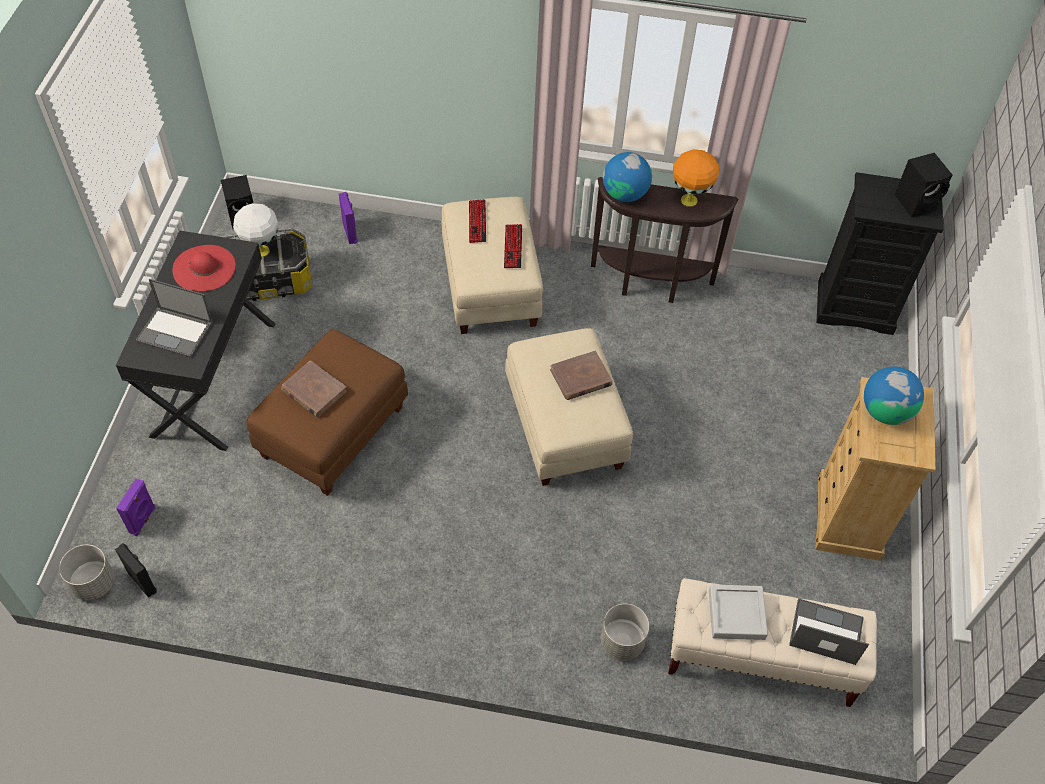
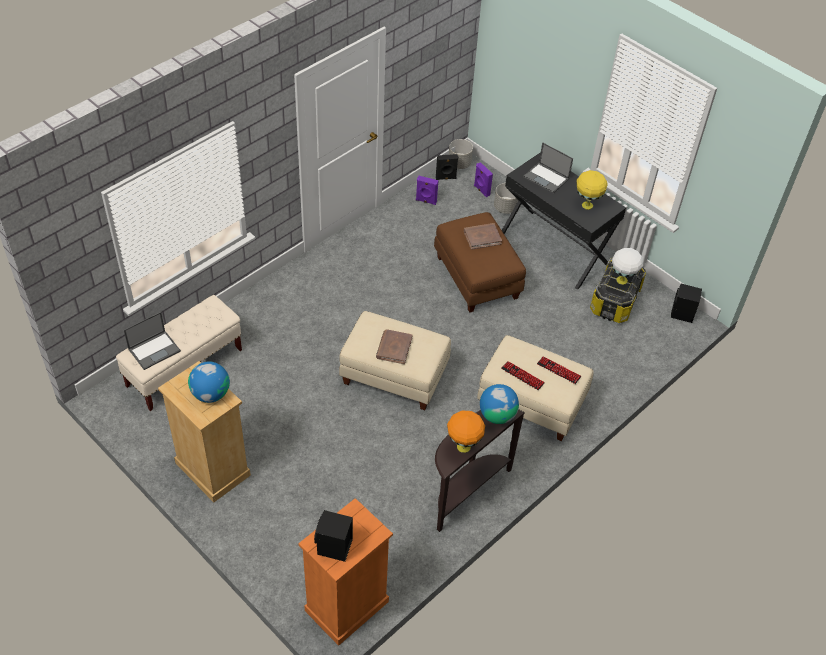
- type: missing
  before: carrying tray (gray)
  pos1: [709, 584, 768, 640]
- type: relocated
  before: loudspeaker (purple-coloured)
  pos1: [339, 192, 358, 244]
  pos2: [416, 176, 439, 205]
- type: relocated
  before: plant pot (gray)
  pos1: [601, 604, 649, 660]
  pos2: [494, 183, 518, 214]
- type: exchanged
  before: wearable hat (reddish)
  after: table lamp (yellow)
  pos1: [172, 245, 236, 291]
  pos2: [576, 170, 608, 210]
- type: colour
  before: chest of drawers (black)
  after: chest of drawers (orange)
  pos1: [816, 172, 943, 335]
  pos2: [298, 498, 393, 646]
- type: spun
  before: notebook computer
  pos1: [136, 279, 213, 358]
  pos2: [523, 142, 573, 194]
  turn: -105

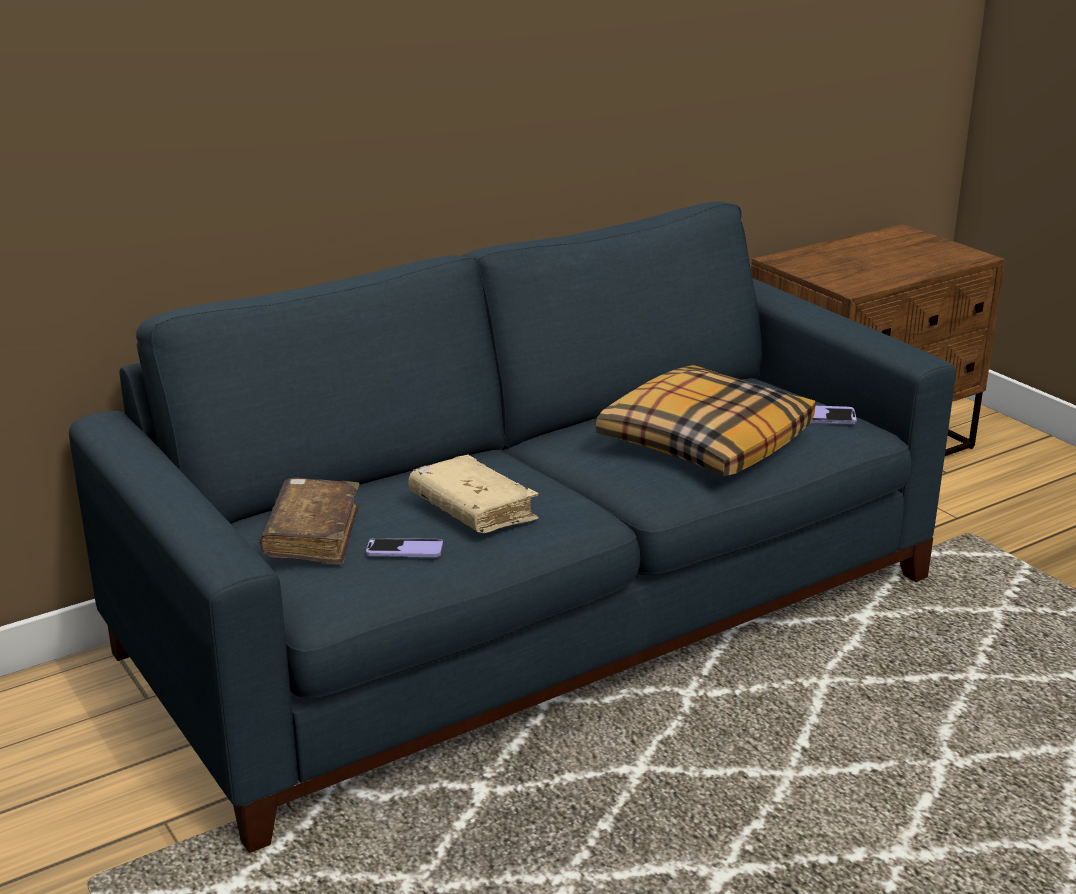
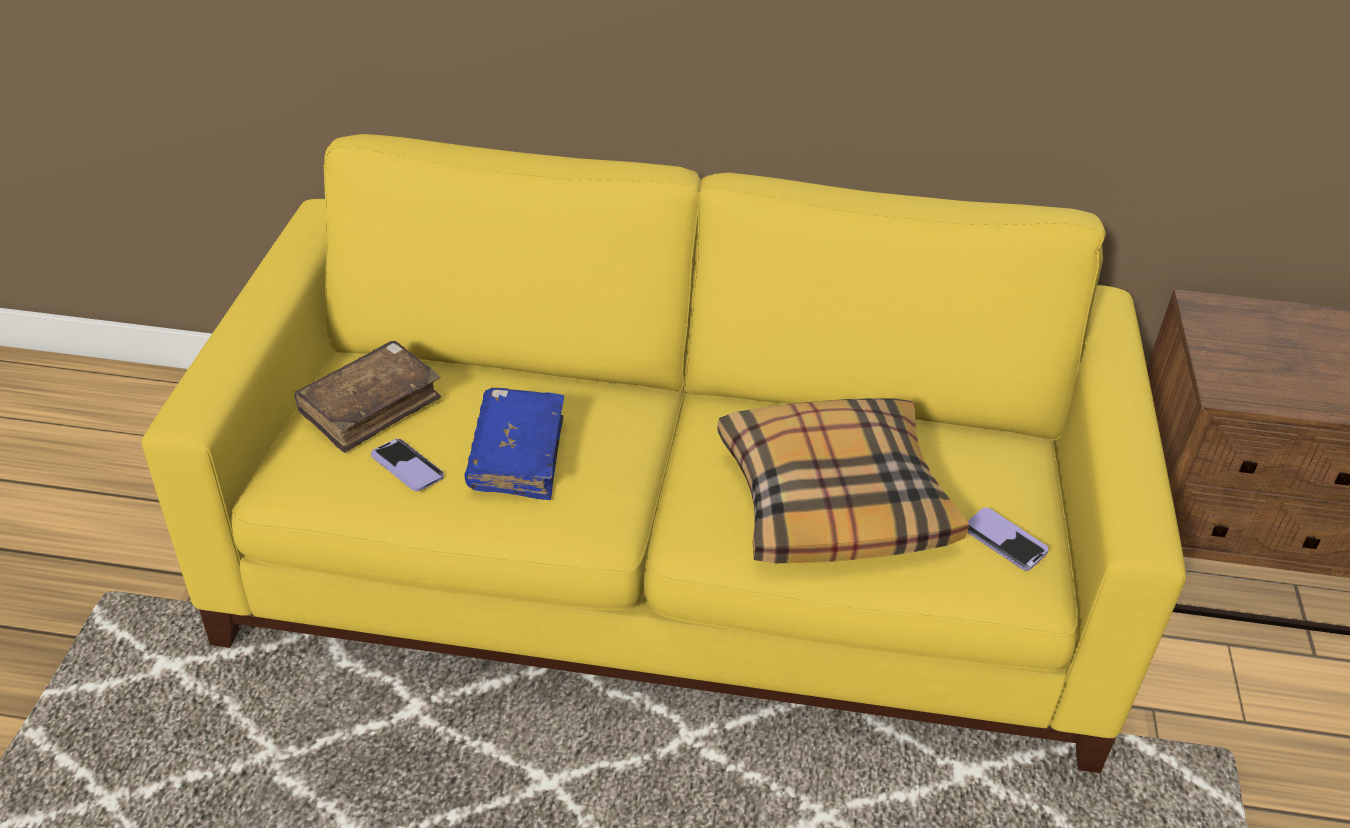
- type: colour
  before: sofa (blue)
  after: sofa (yellow)
  pos1: [69, 201, 955, 853]
  pos2: [142, 134, 1186, 773]
- type: colour
  before: bound book (sand-coloured)
  after: bound book (blue)
  pos1: [408, 455, 539, 533]
  pos2: [464, 388, 564, 500]

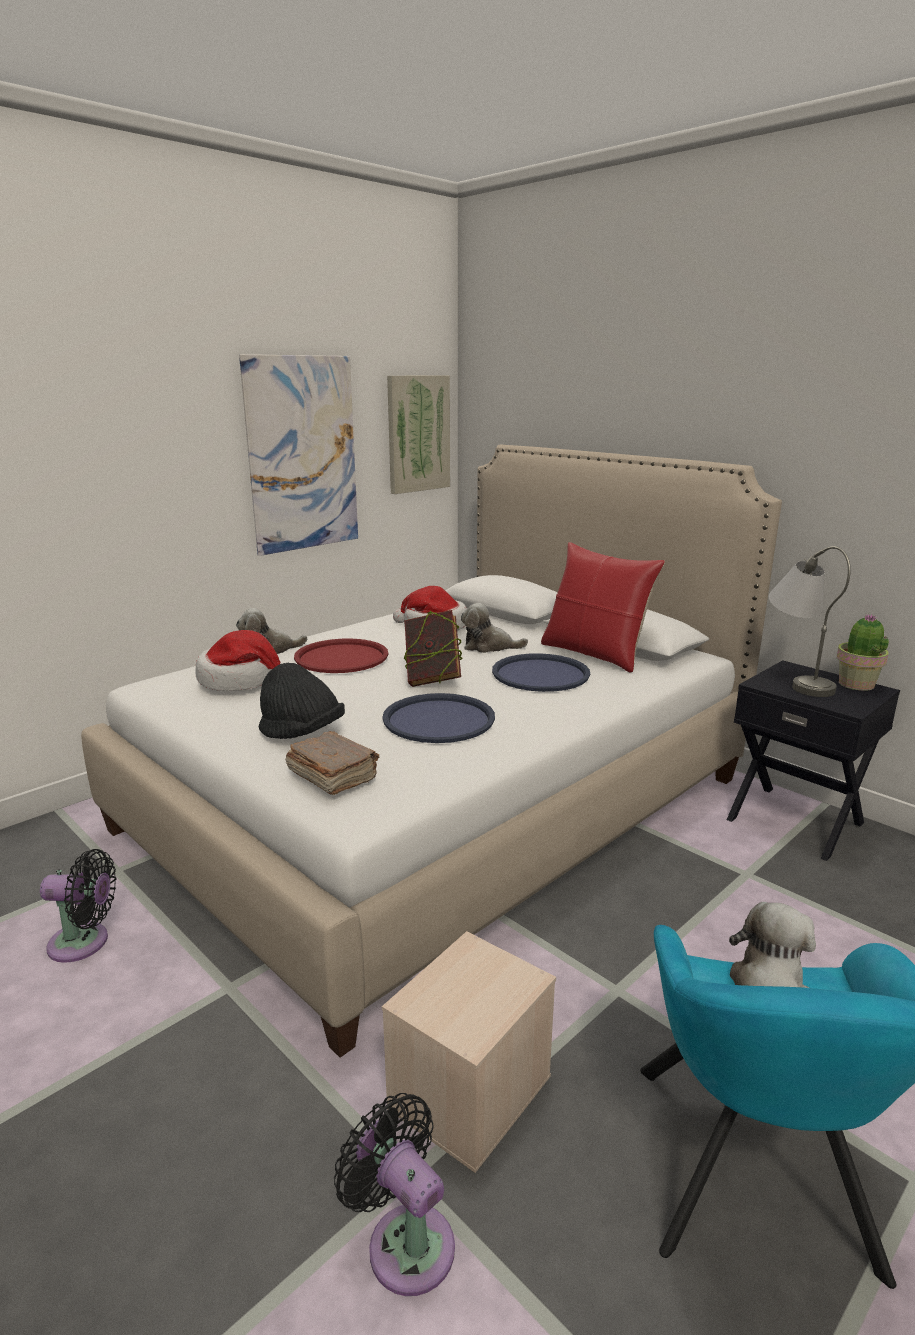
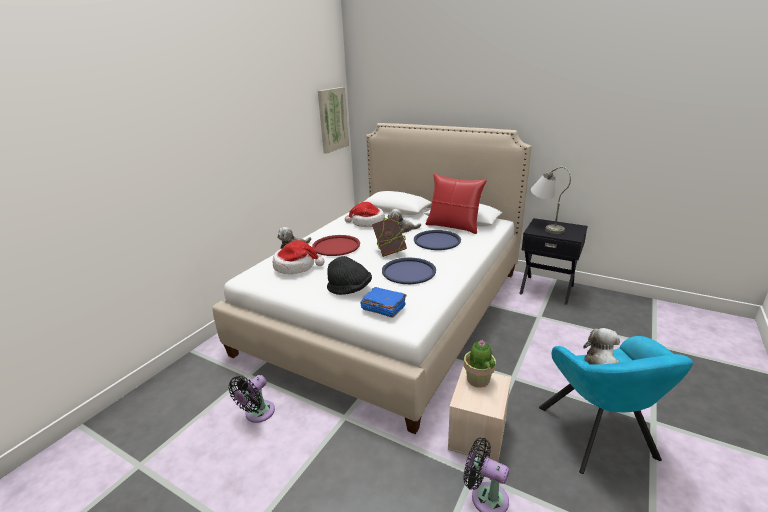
- type: missing
  before: wall art
  pos1: [239, 354, 358, 556]
- type: relocated
  before: plant in a pot
  pos1: [837, 614, 889, 691]
  pos2: [464, 339, 496, 388]
- type: colour
  before: bound book (brownish)
  after: bound book (blue)
  pos1: [285, 731, 379, 795]
  pos2: [361, 287, 407, 318]
- type: spun
  before: cooling fan (black)
  pos1: [40, 849, 116, 963]
  pos2: [228, 375, 275, 423]
  turn: 135

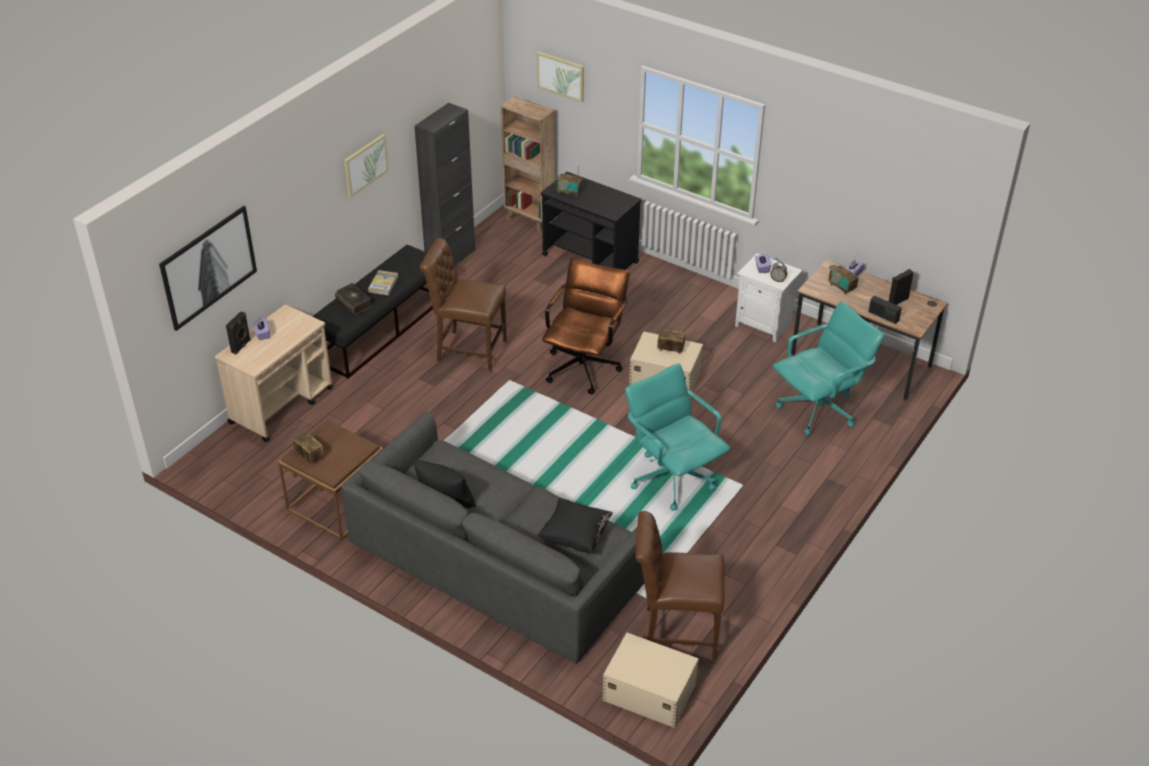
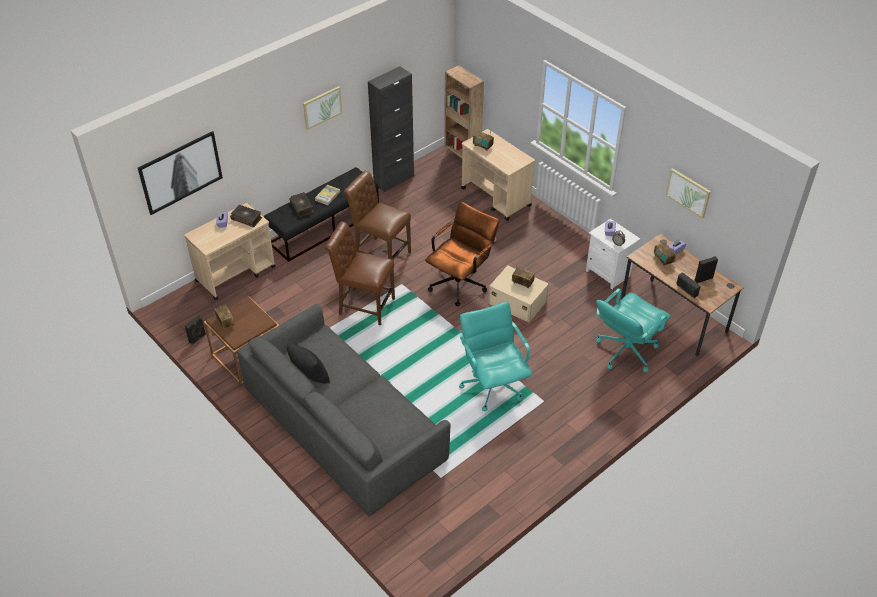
- type: missing
  before: pillow (black)
  pos1: [538, 498, 613, 554]
- type: missing
  before: storage bin (sand-coloured)
  pos1: [602, 633, 699, 728]
- type: appeared
  after: bound book
  pos2: [230, 205, 262, 227]
- type: relocated
  before: loudspeaker (black)
  pos1: [226, 311, 251, 354]
  pos2: [185, 315, 206, 345]
- type: relocated
  before: wall art
  pos1: [537, 51, 584, 102]
  pos2: [665, 168, 711, 219]
- type: relocated
  before: plain chair (brownish)
  pos1: [635, 511, 725, 660]
  pos2: [325, 222, 395, 325]
- type: colour
  before: cart (black)
  after: cart (sand-coloured)
  pos1: [541, 172, 641, 270]
  pos2: [461, 129, 535, 221]
- type: spun
  before: computer chair (turquoise)
  pos1: [773, 301, 884, 435]
  pos2: [596, 288, 671, 372]
  turn: 150

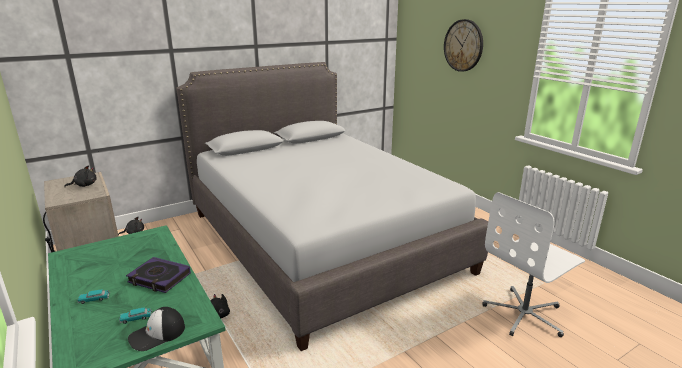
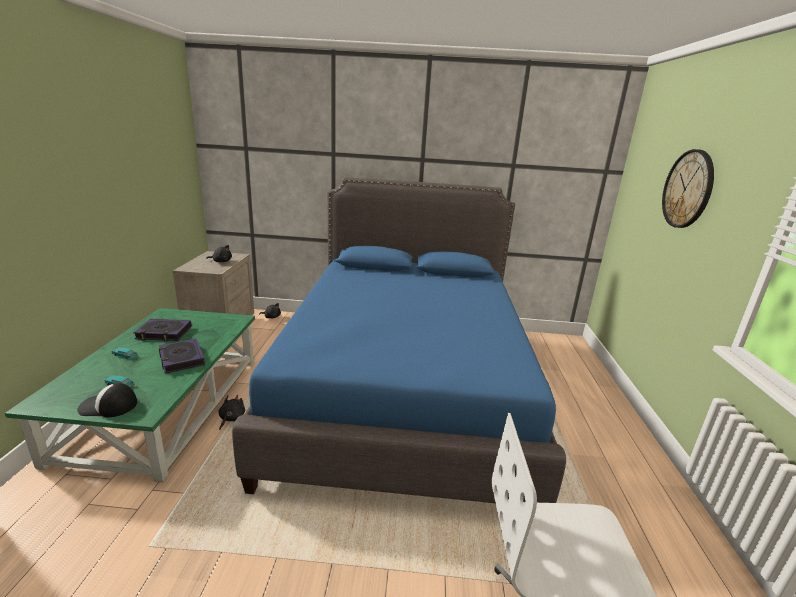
- type: appeared
  after: bound book
  pos2: [134, 319, 192, 342]
- type: colour
  before: bedroom bed (gray)
  after: bedroom bed (blue)
  pos1: [176, 62, 488, 351]
  pos2: [232, 177, 566, 503]

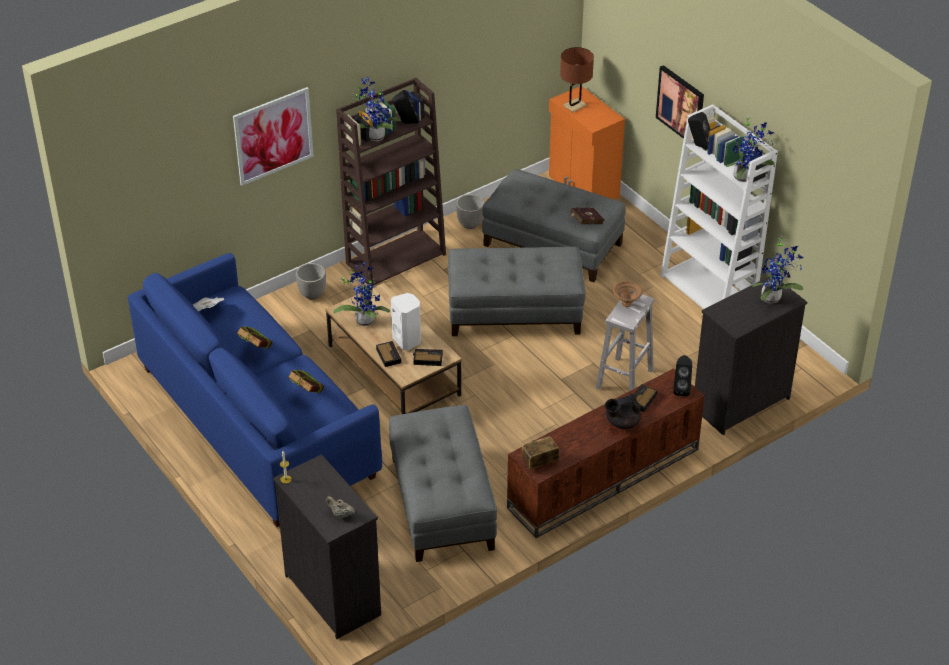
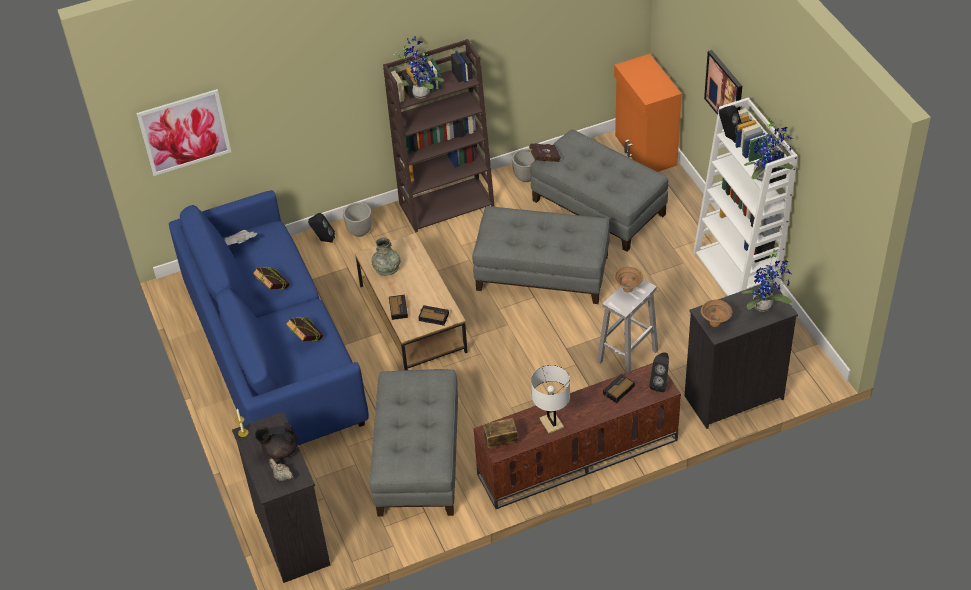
- type: missing
  before: loudspeaker (white)
  pos1: [391, 293, 421, 351]
- type: missing
  before: table lamp (brownish)
  pos1: [560, 47, 594, 112]
- type: appeared
  after: table lamp (white)
  pos2: [531, 365, 570, 434]
- type: appeared
  after: bowl (brownish)
  pos2: [701, 300, 732, 327]
- type: relocated
  before: wall art
  pos1: [233, 87, 314, 186]
  pos2: [136, 89, 231, 176]
- type: relocated
  before: loudspeaker (black)
  pos1: [392, 90, 419, 124]
  pos2: [308, 213, 335, 243]
- type: relocated
  before: bound book (reddish)
  pos1: [570, 207, 604, 224]
  pos2: [527, 143, 561, 162]
- type: relocated
  before: tea pot (black)
  pos1: [605, 393, 641, 429]
  pos2: [255, 423, 298, 459]
- type: exchanged
  before: plant in a pot
  after: vase (gray)
  pos1: [333, 261, 390, 326]
  pos2: [372, 238, 400, 276]

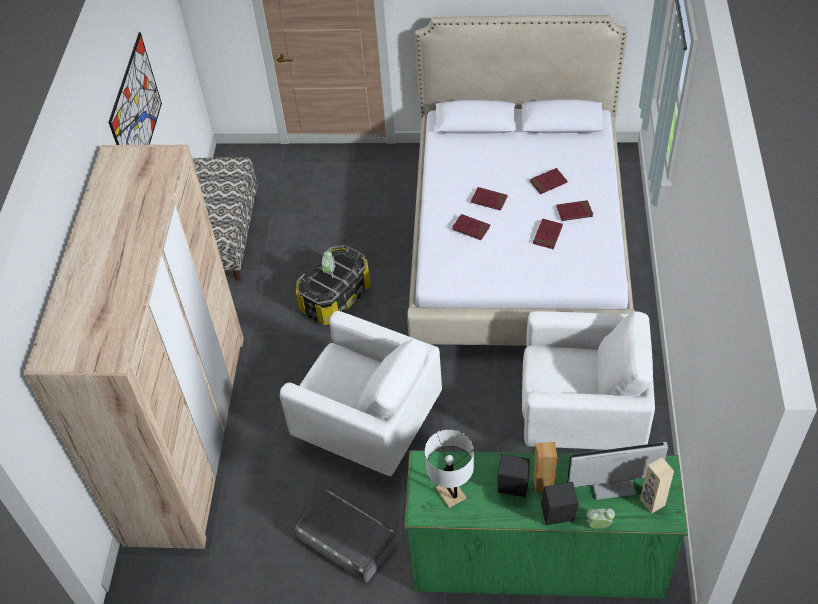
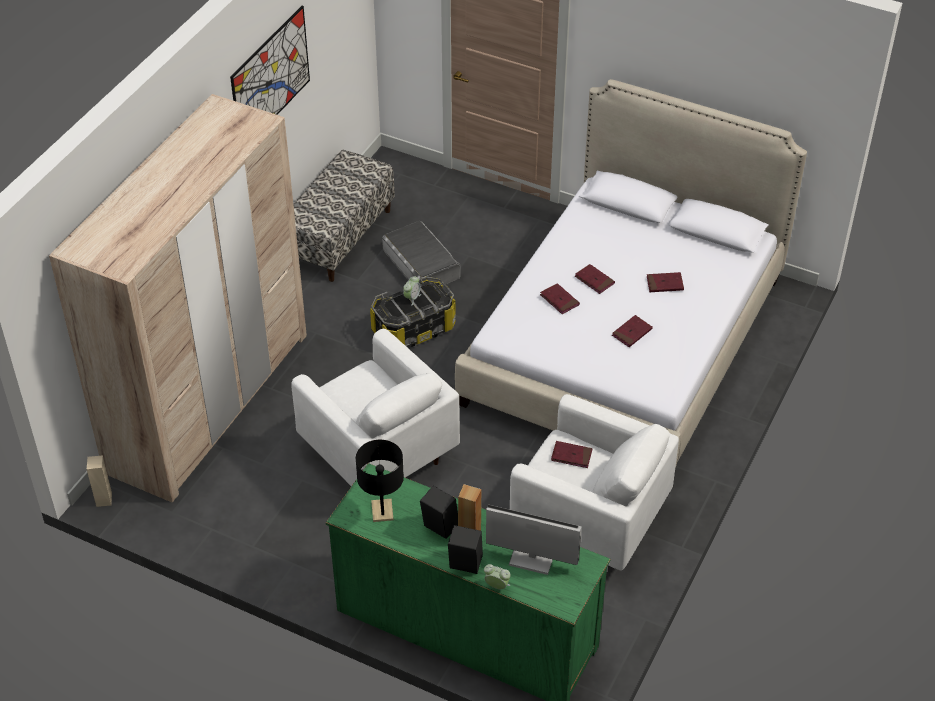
- type: relocated
  before: storage bin (gray)
  pos1: [294, 490, 398, 583]
  pos2: [382, 221, 460, 285]
- type: relocated
  before: bound book (reddish)
  pos1: [556, 200, 593, 221]
  pos2: [551, 441, 593, 468]
- type: relocated
  before: loudspeaker (sand-coloured)
  pos1: [640, 457, 674, 514]
  pos2: [87, 456, 112, 507]
- type: colour
  before: table lamp (white)
  after: table lamp (black)
  pos1: [425, 429, 474, 508]
  pos2: [356, 440, 404, 522]

